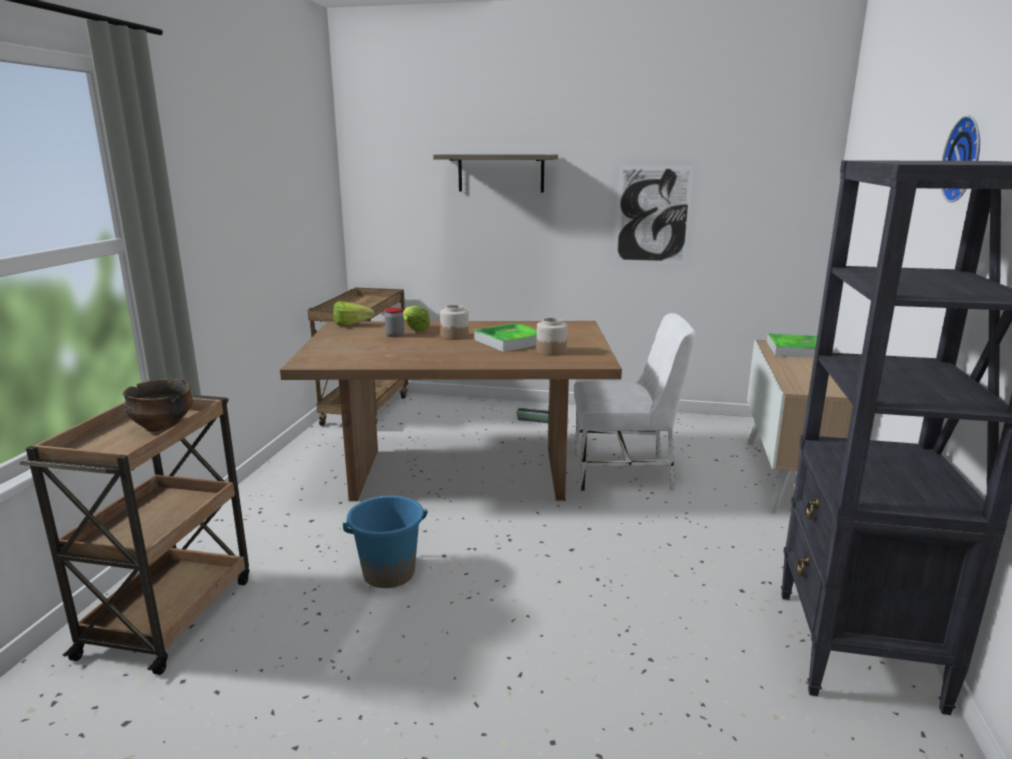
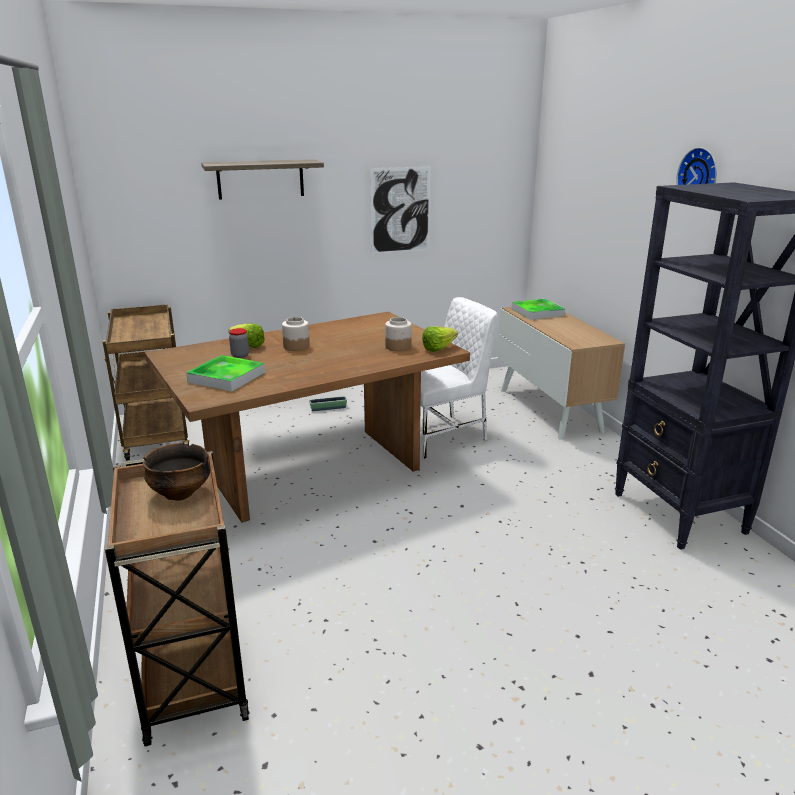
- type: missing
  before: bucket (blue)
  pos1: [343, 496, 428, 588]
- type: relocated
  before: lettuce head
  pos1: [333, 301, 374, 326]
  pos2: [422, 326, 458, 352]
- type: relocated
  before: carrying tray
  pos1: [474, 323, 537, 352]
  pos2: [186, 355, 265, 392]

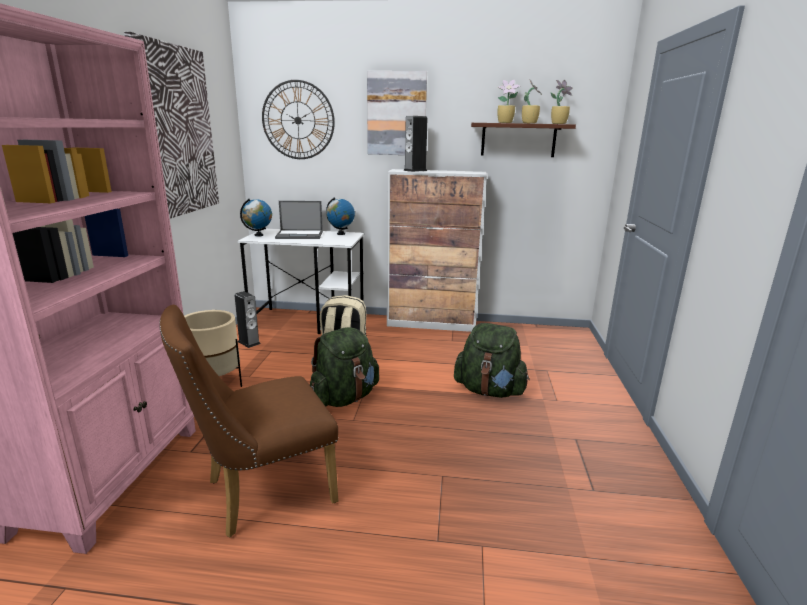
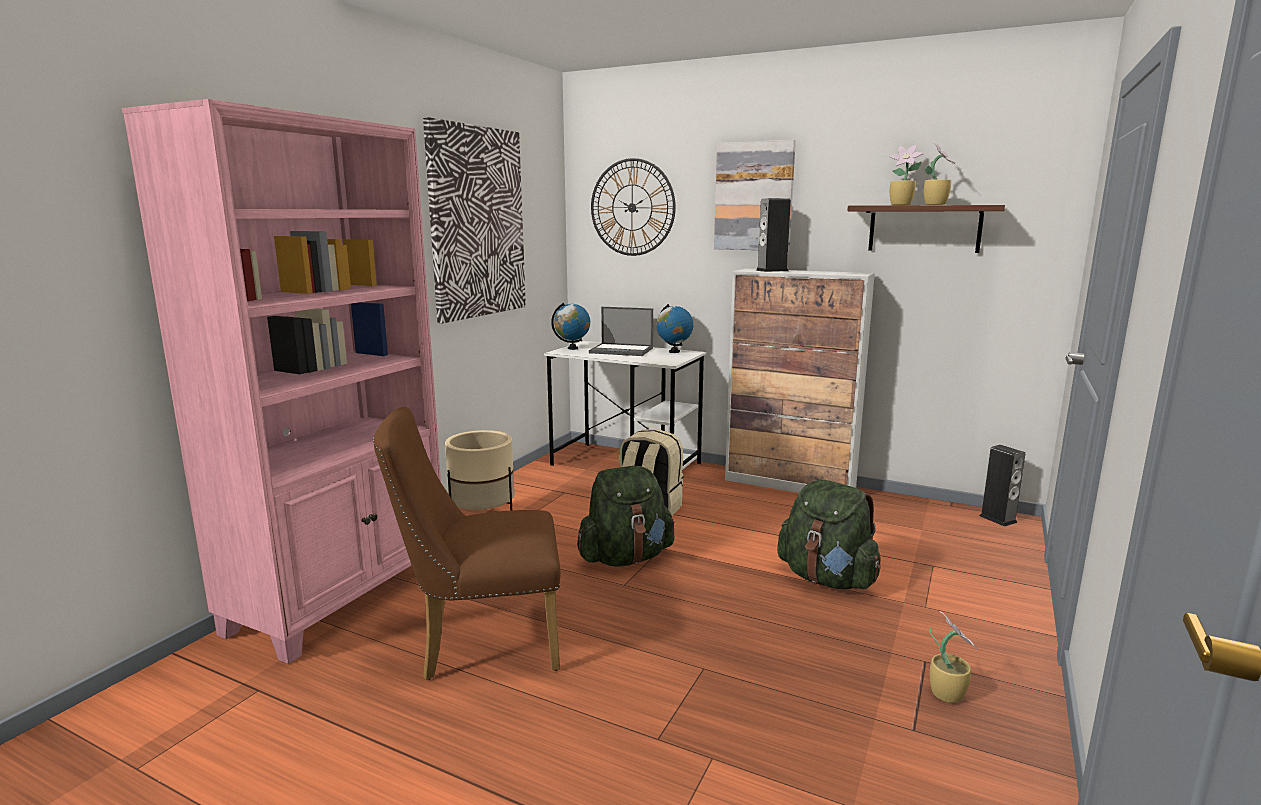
- type: relocated
  before: loudspeaker
  pos1: [234, 291, 260, 348]
  pos2: [979, 445, 1025, 526]
- type: relocated
  before: plant in a pot
  pos1: [551, 80, 573, 124]
  pos2: [930, 611, 977, 703]

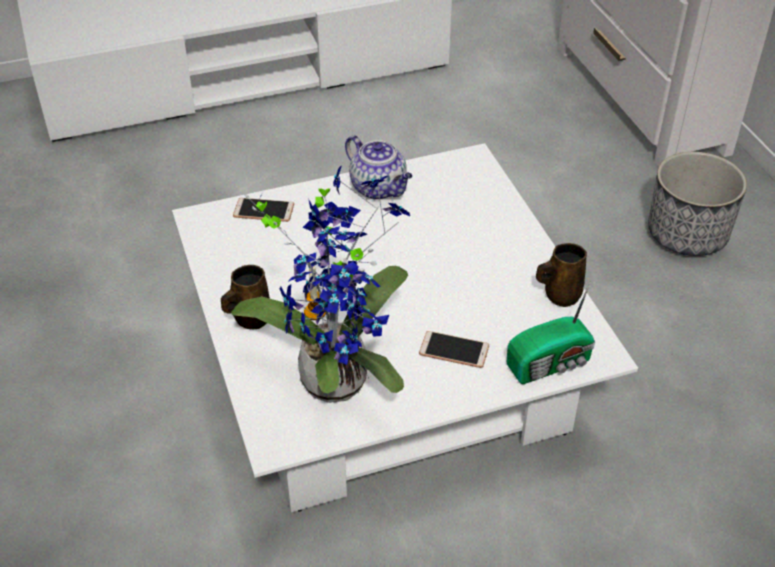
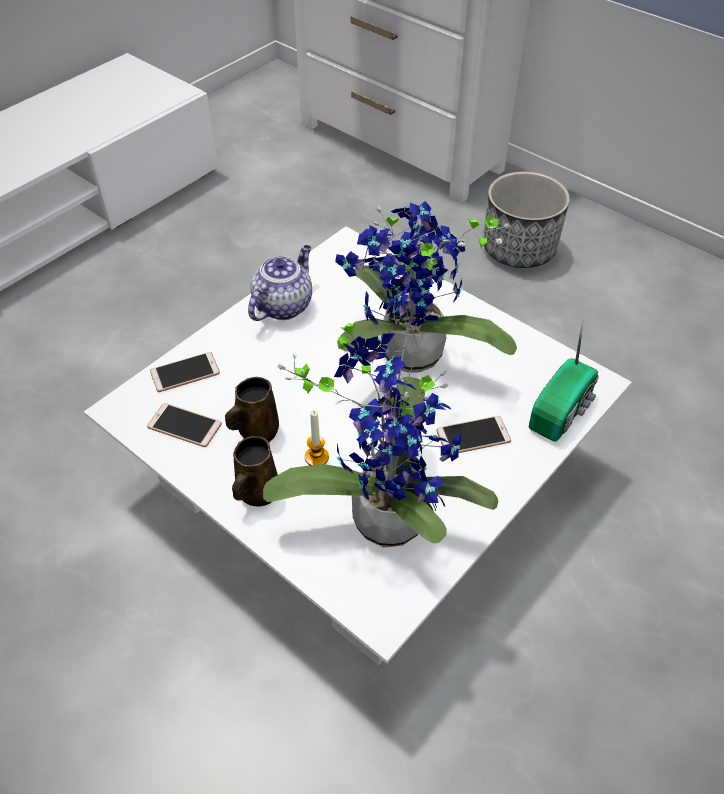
- type: appeared
  after: phone
  pos2: [147, 403, 222, 447]
- type: appeared
  after: plant in a pot
  pos2: [335, 201, 517, 373]
- type: relocated
  before: coffee mug (brownish)
  pos1: [536, 243, 587, 307]
  pos2: [225, 377, 279, 442]
- type: spun
  before: tea pot
  pos1: [345, 135, 413, 200]
  pos2: [248, 245, 312, 321]
  turn: -75

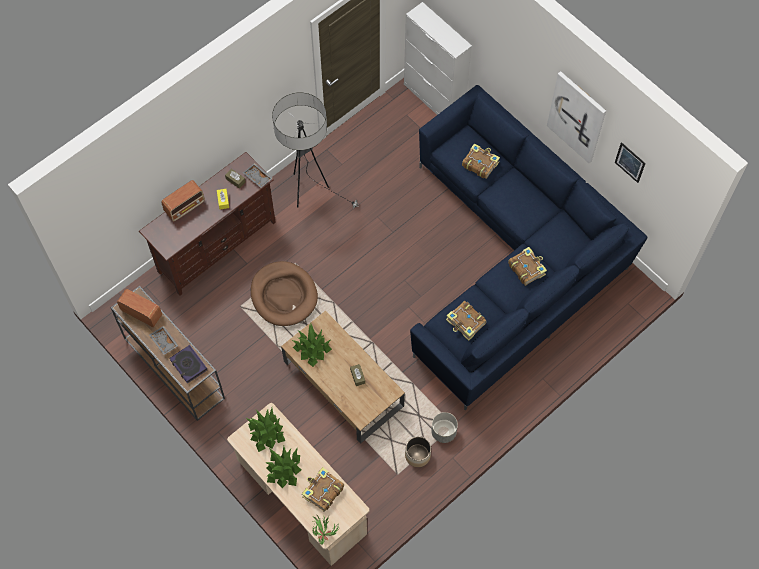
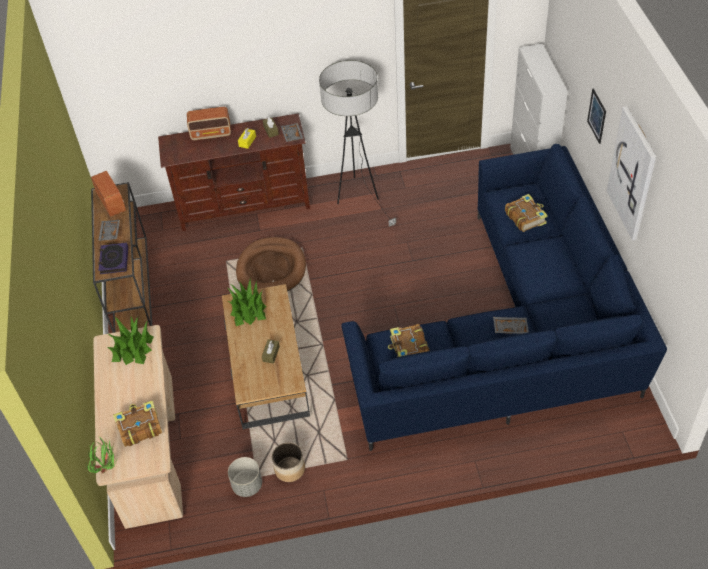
- type: missing
  before: plant in a pot
  pos1: [265, 446, 301, 488]
- type: relocated
  before: plant pot (gray)
  pos1: [431, 412, 458, 443]
  pos2: [228, 457, 262, 497]
- type: relocated
  before: wall art
  pos1: [615, 142, 646, 183]
  pos2: [587, 88, 606, 144]
- type: exchanged
  before: bound book
  after: carrying tray (gray)
  pos1: [508, 247, 547, 286]
  pos2: [493, 317, 529, 334]

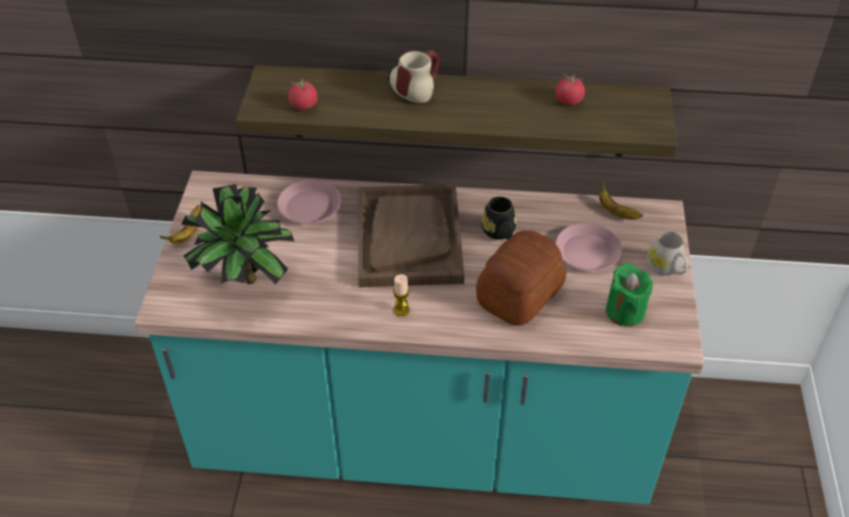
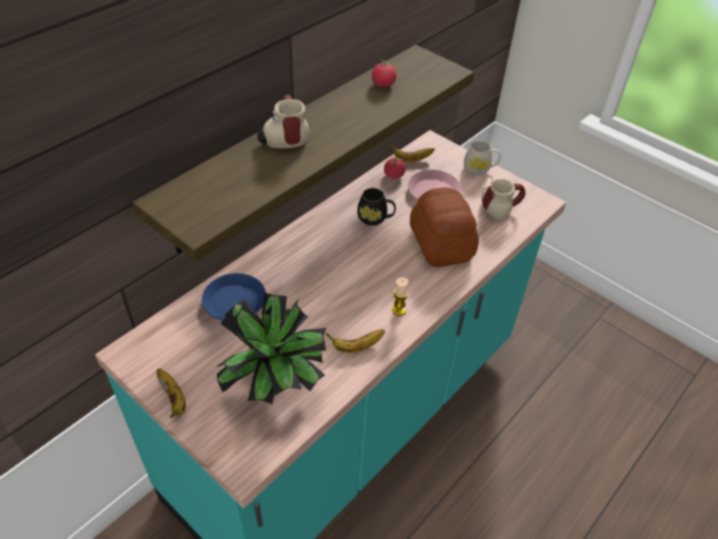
- type: missing
  before: carrying tray (brownish)
  pos1: [358, 184, 464, 287]
- type: appeared
  after: banana
  pos2: [325, 329, 385, 353]
- type: relocated
  before: tomato
  pos1: [288, 78, 318, 110]
  pos2: [384, 156, 406, 179]
- type: exchanged
  before: wax light (greenish)
  after: coffee mug
  pos1: [606, 263, 653, 327]
  pos2: [481, 179, 526, 220]
- type: colour
  before: dinner plate (pink)
  after: dinner plate (blue)
  pos1: [277, 180, 341, 224]
  pos2: [202, 273, 266, 321]

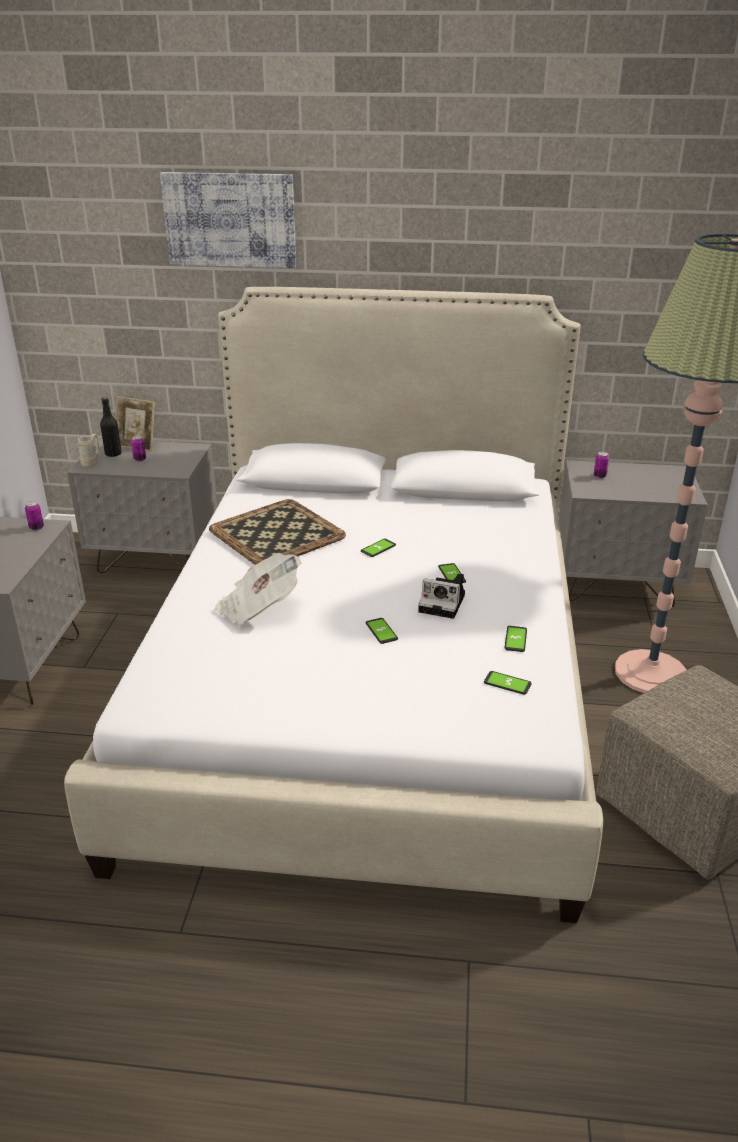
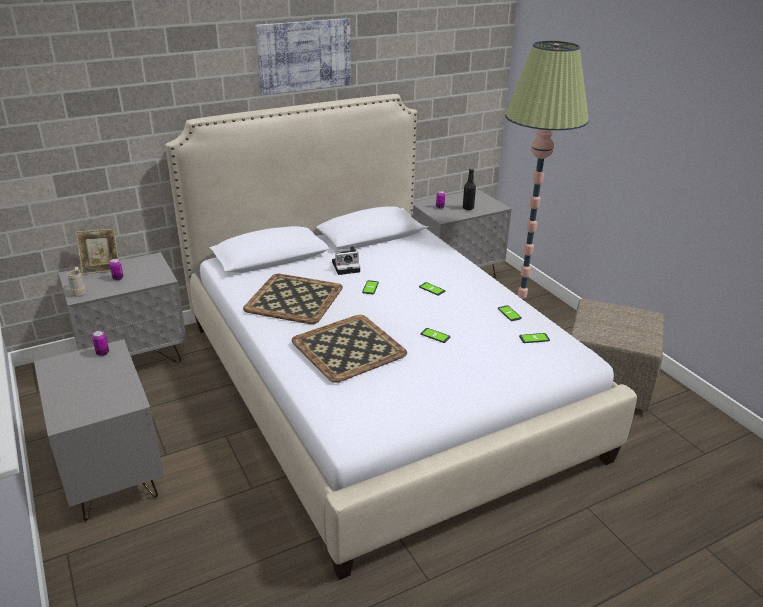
- type: relocated
  before: bottle (black)
  pos1: [100, 397, 122, 457]
  pos2: [463, 168, 476, 210]
- type: relocated
  before: wall art
  pos1: [160, 172, 296, 268]
  pos2: [255, 18, 351, 95]
- type: relocated
  before: photo camera
  pos1: [418, 574, 465, 619]
  pos2: [332, 246, 360, 275]
- type: exchanged
  before: printed paper
  after: carrying tray
  pos1: [215, 553, 301, 625]
  pos2: [292, 315, 407, 383]

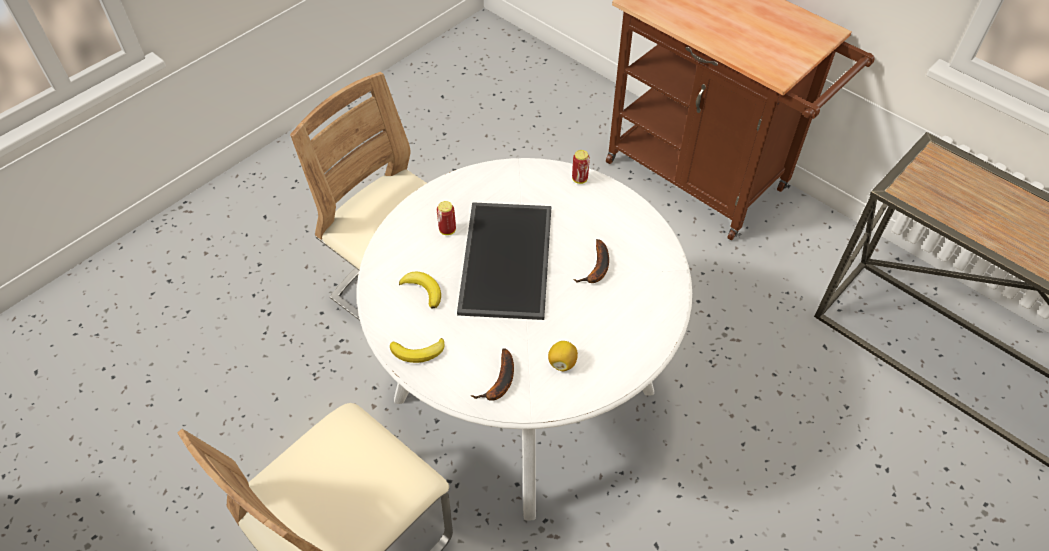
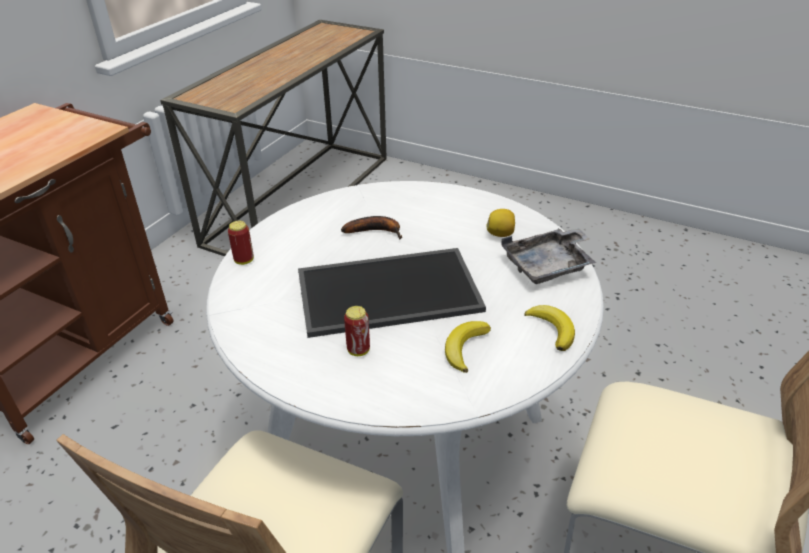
- type: exchanged
  before: banana
  after: carrying tray (gray)
  pos1: [471, 348, 514, 401]
  pos2: [501, 228, 596, 284]

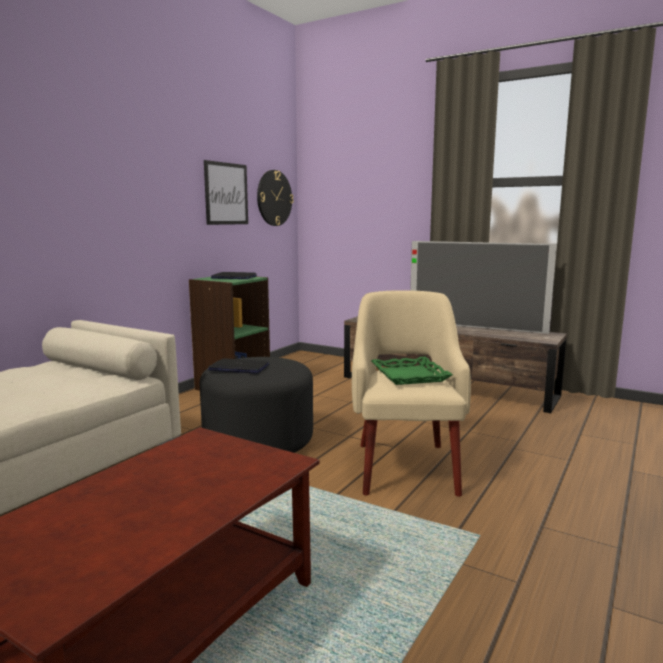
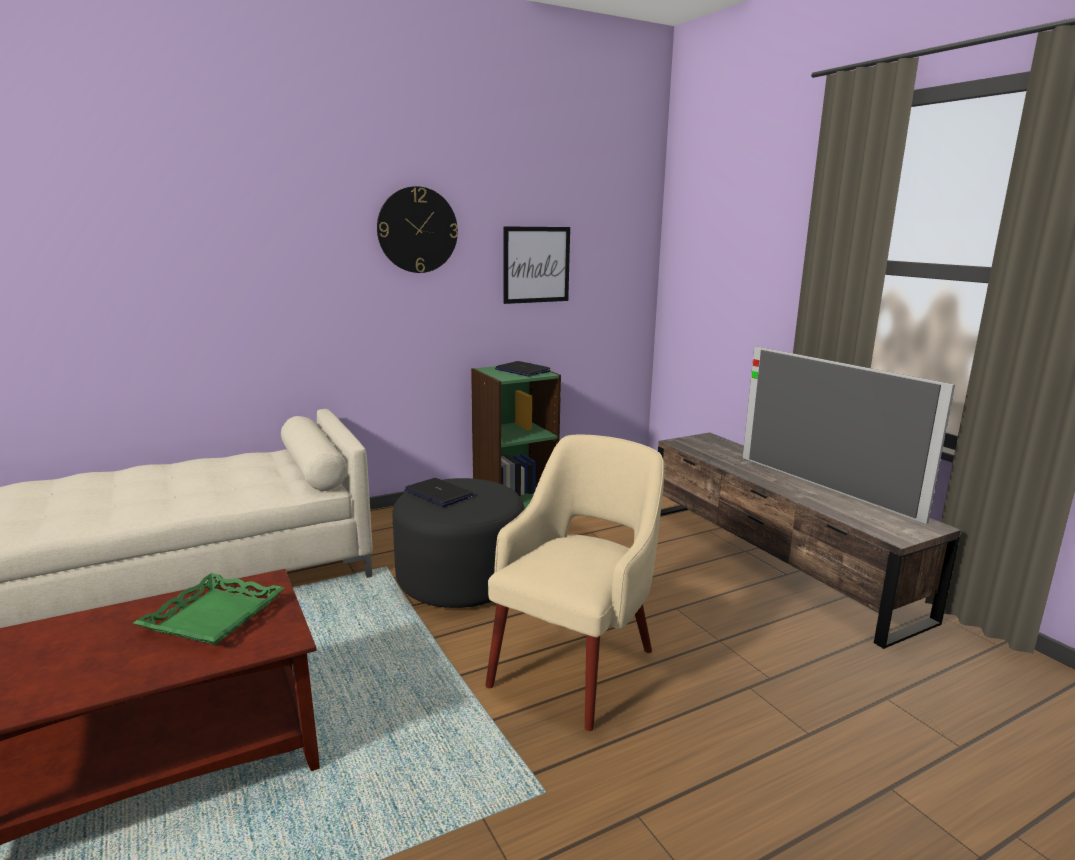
- type: relocated
  before: hanging clock
  pos1: [257, 170, 294, 226]
  pos2: [377, 186, 458, 273]
- type: relocated
  before: carrying tray (greenish)
  pos1: [371, 357, 453, 385]
  pos2: [133, 573, 285, 645]

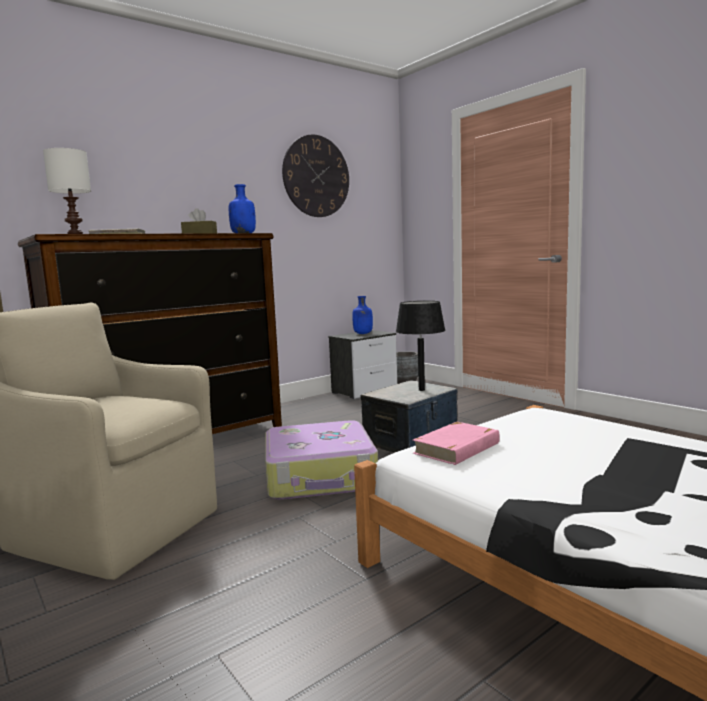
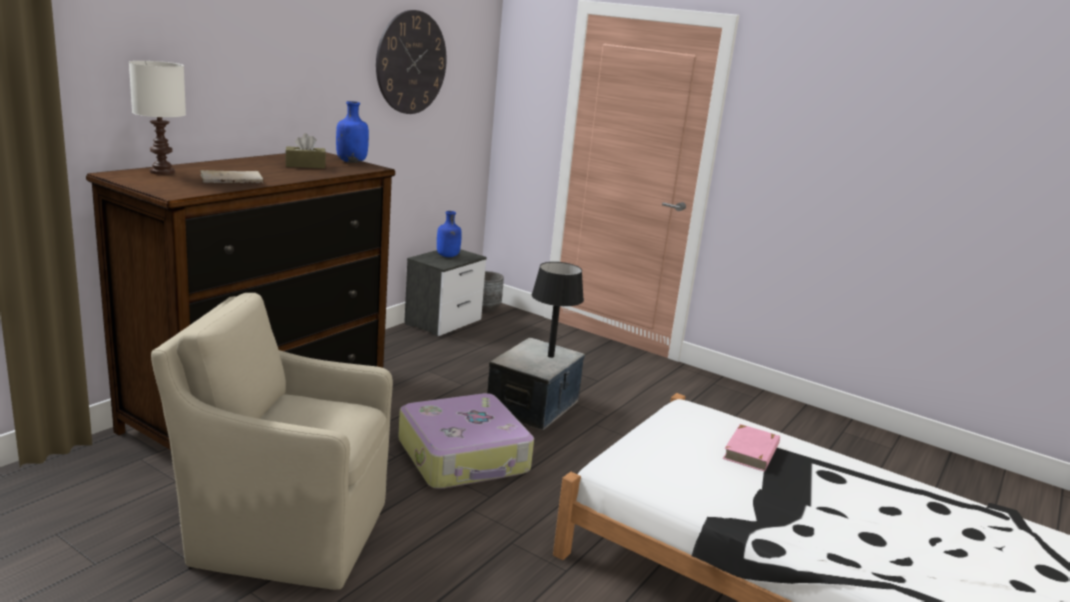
- type: relocated
  before: bound book (pink)
  pos1: [413, 422, 500, 465]
  pos2: [723, 424, 780, 472]

